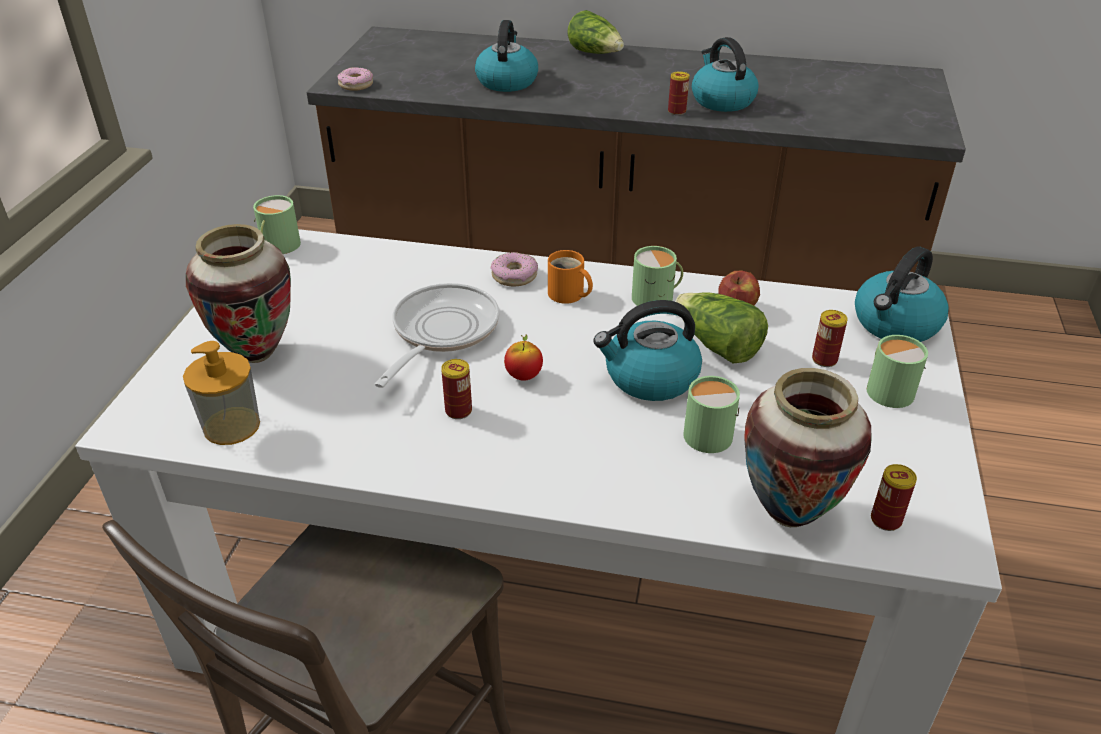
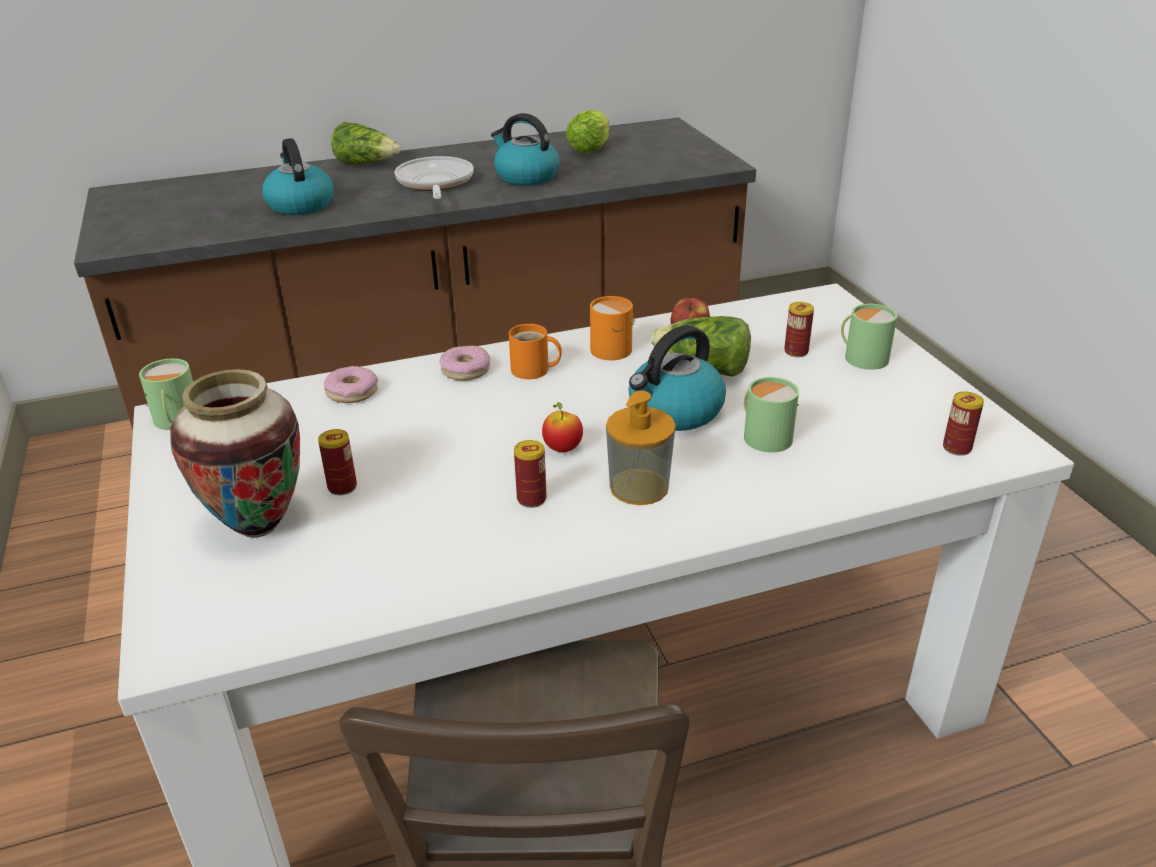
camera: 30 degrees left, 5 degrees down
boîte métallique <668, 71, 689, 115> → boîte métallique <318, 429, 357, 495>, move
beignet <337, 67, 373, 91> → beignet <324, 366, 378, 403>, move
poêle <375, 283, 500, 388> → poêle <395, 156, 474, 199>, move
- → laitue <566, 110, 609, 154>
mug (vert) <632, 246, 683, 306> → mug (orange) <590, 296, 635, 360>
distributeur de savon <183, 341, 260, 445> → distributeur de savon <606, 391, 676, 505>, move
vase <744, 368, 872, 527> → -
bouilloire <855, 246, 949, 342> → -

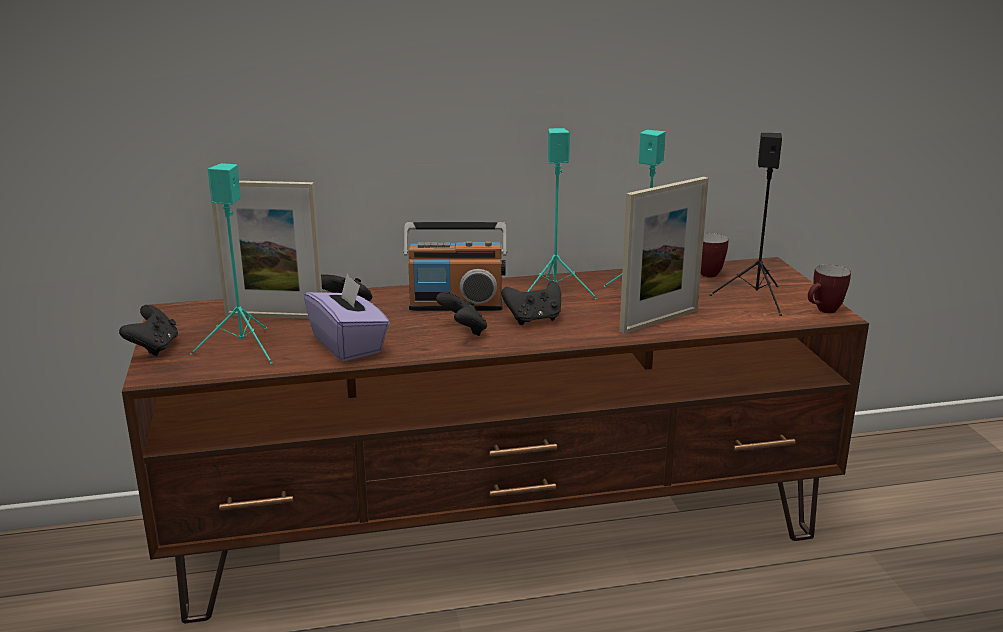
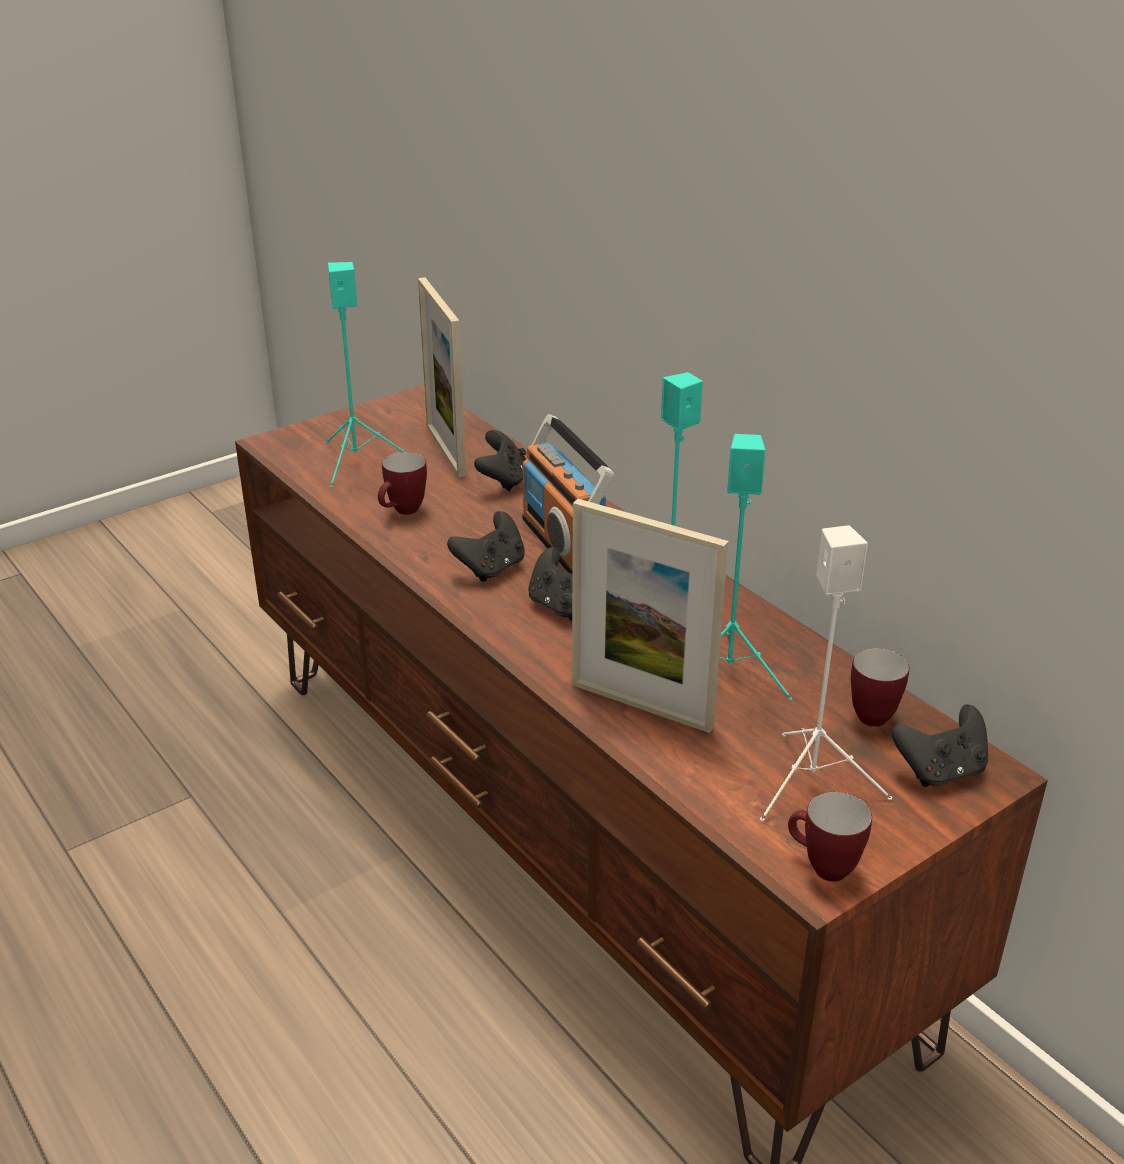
camera: 65 degrees right, 10 degrees up
boîte à mouchoirs (violet) <304, 274, 390, 361> → mug <378, 452, 427, 515>
enceinte (noir) <709, 133, 782, 316> → enceinte (blanc) <760, 525, 892, 822>
manette (noir) <119, 305, 178, 356> → manette (noir) <892, 704, 988, 787>, move

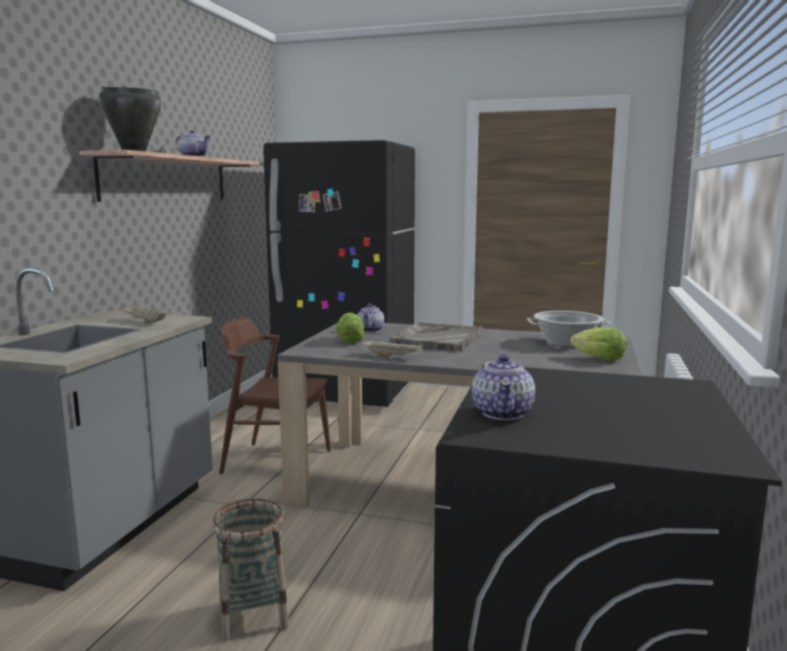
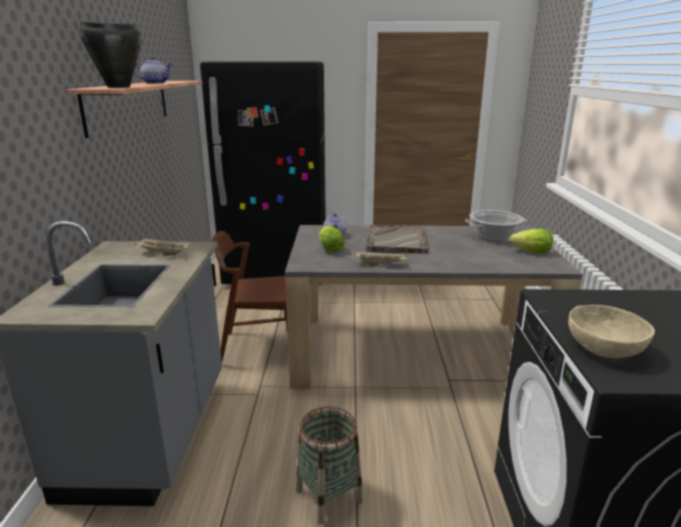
camera: 15 degrees left, 10 degrees up
théière <472, 354, 535, 420> → bol (beige) <568, 305, 655, 358>

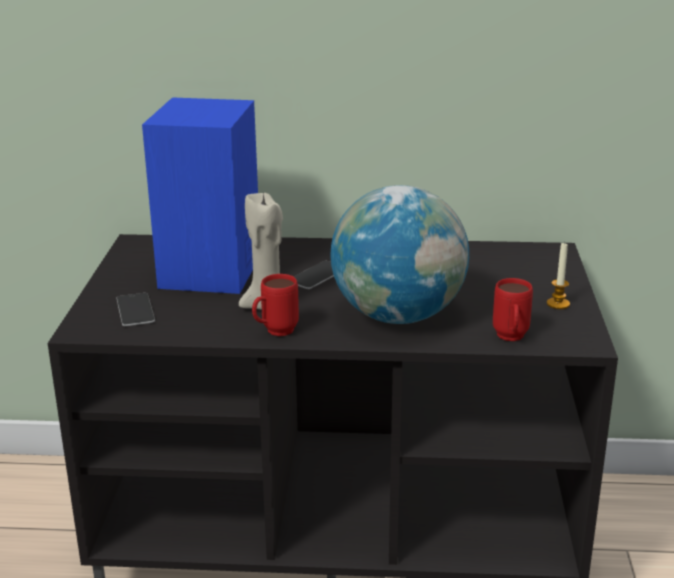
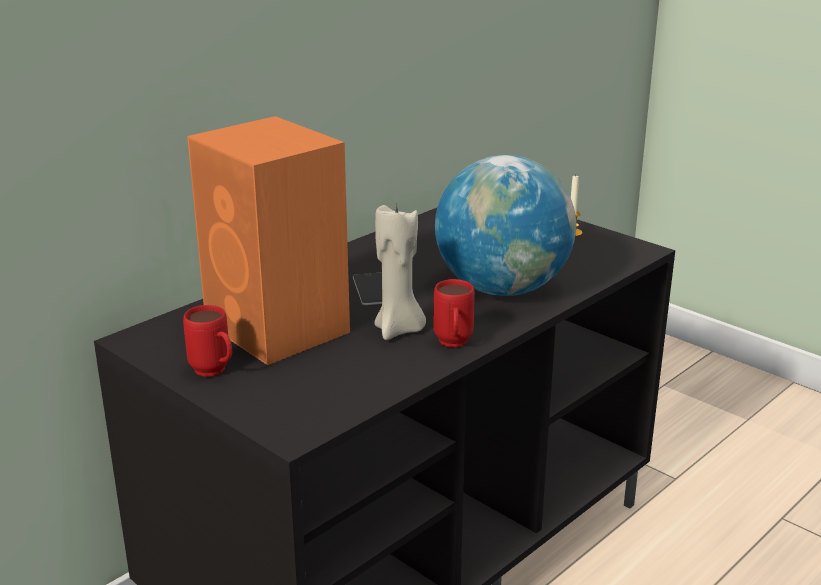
camera: 50 degrees left, 0 degrees up
mug (rouge) <493, 278, 533, 341> → mug (rouge) <183, 305, 232, 377>, move
enceinte (bleu) <142, 97, 258, 294> → enceinte (orange) <187, 116, 350, 365>
téléphone <116, 293, 155, 326> → -

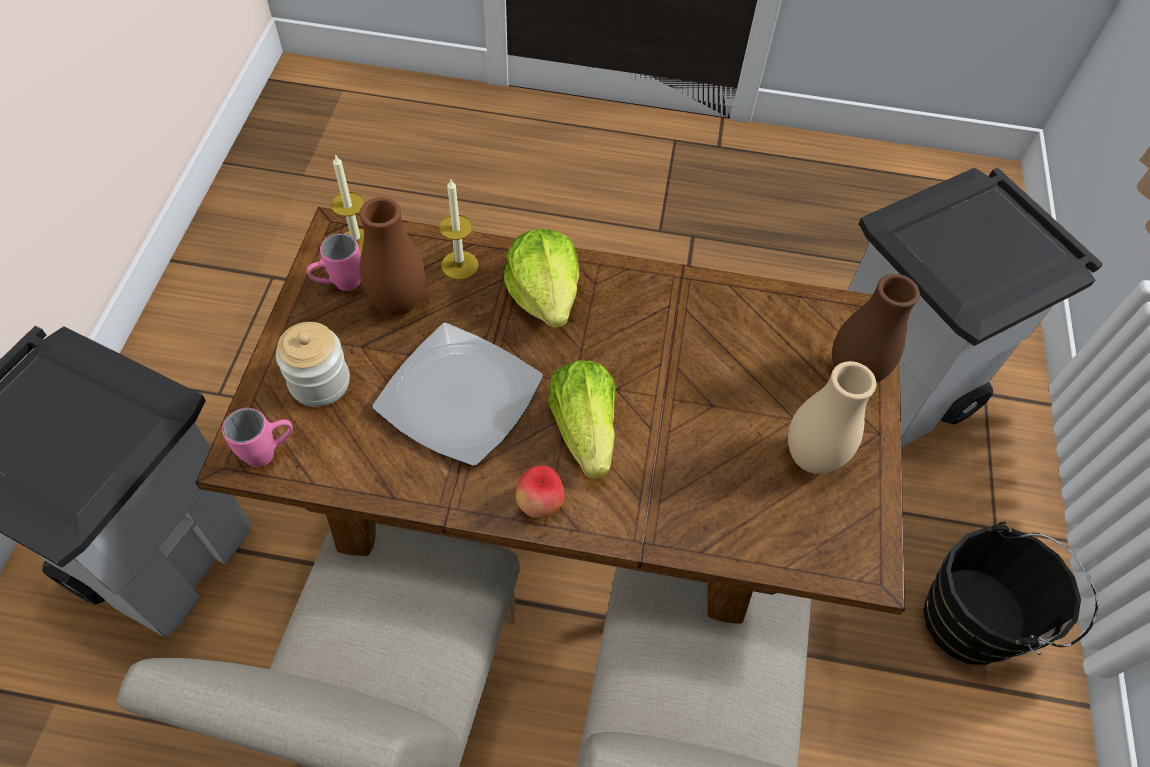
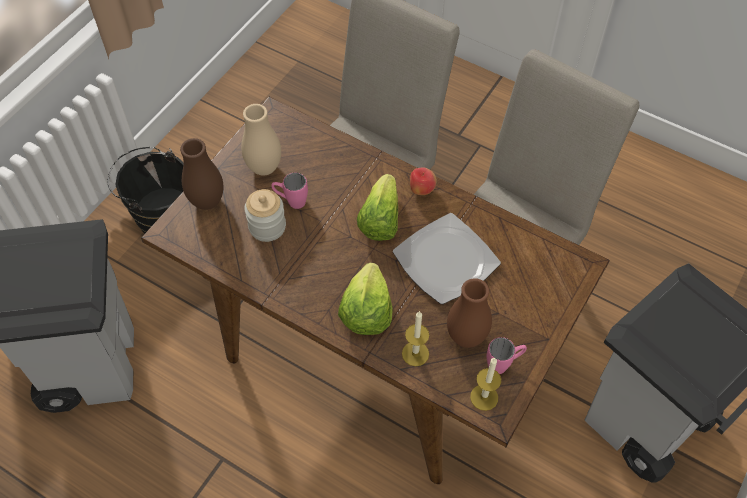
camera: 155 degrees left, 0 degrees up
bocal <276, 322, 350, 407> → bocal <244, 189, 286, 242>, move
mug (rose) <222, 408, 293, 467> → mug (rose) <271, 173, 308, 209>, move

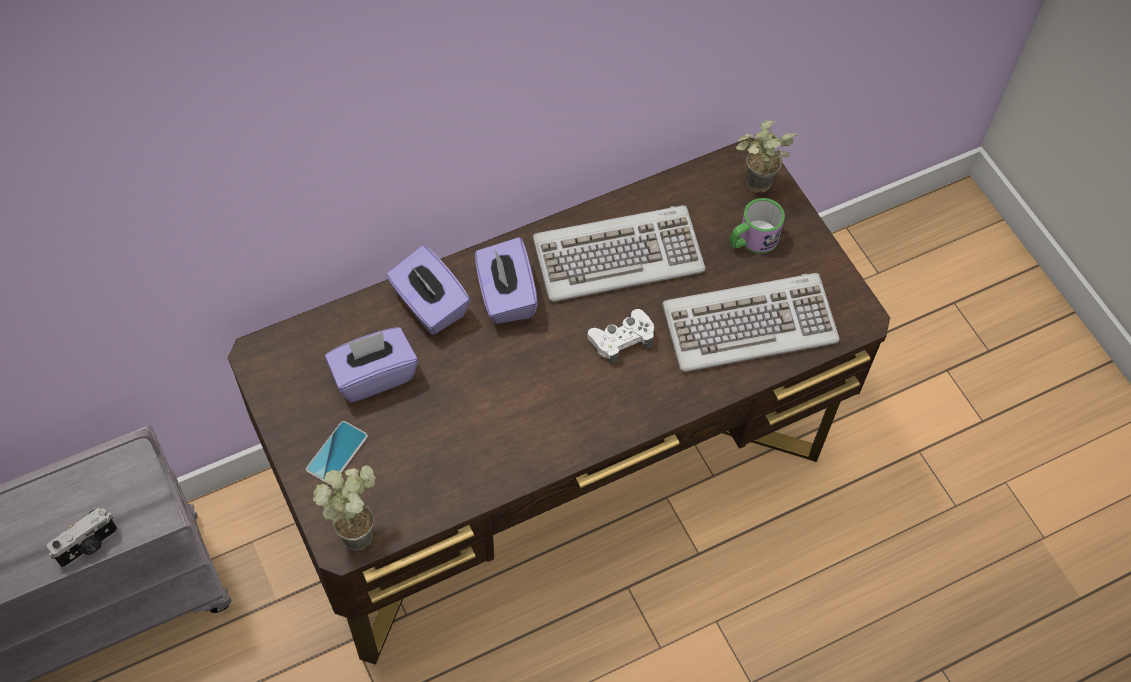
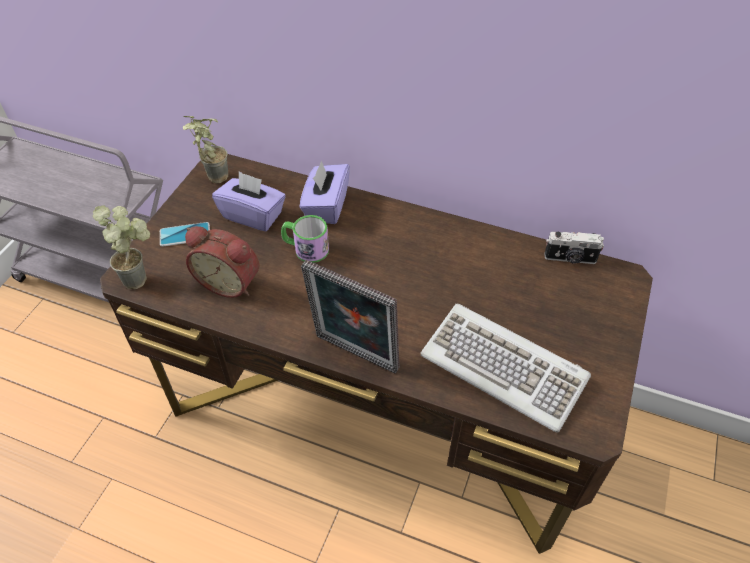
camera: 50 degrees right, 10 degrees down
plante en pot <736, 120, 799, 193> → plante en pot <183, 116, 228, 183>, move
- → réveil <185, 226, 259, 298>
mug <729, 198, 785, 254> → mug <281, 215, 329, 263>, move
- → cadre photo <301, 260, 400, 374>
appareil photo <47, 508, 117, 568> → appareil photo <545, 231, 604, 264>, move
boîte à mouchoirs (violet) <475, 237, 538, 324> → -
clavier <533, 205, 706, 302> → -
manette (blanc) <588, 309, 654, 365> → -

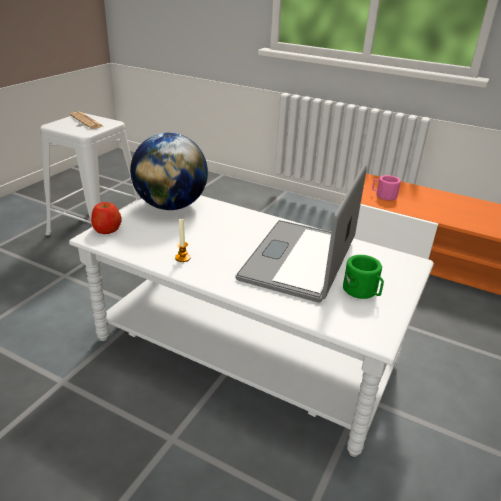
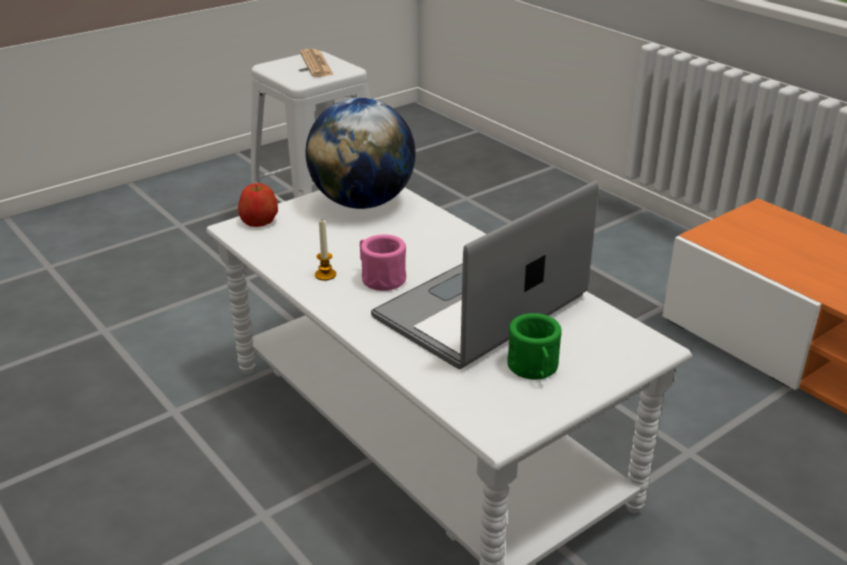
camera: 25 degrees right, 0 degrees up
mug (rose) <372, 175, 401, 200> → mug (rose) <360, 234, 406, 291>, move

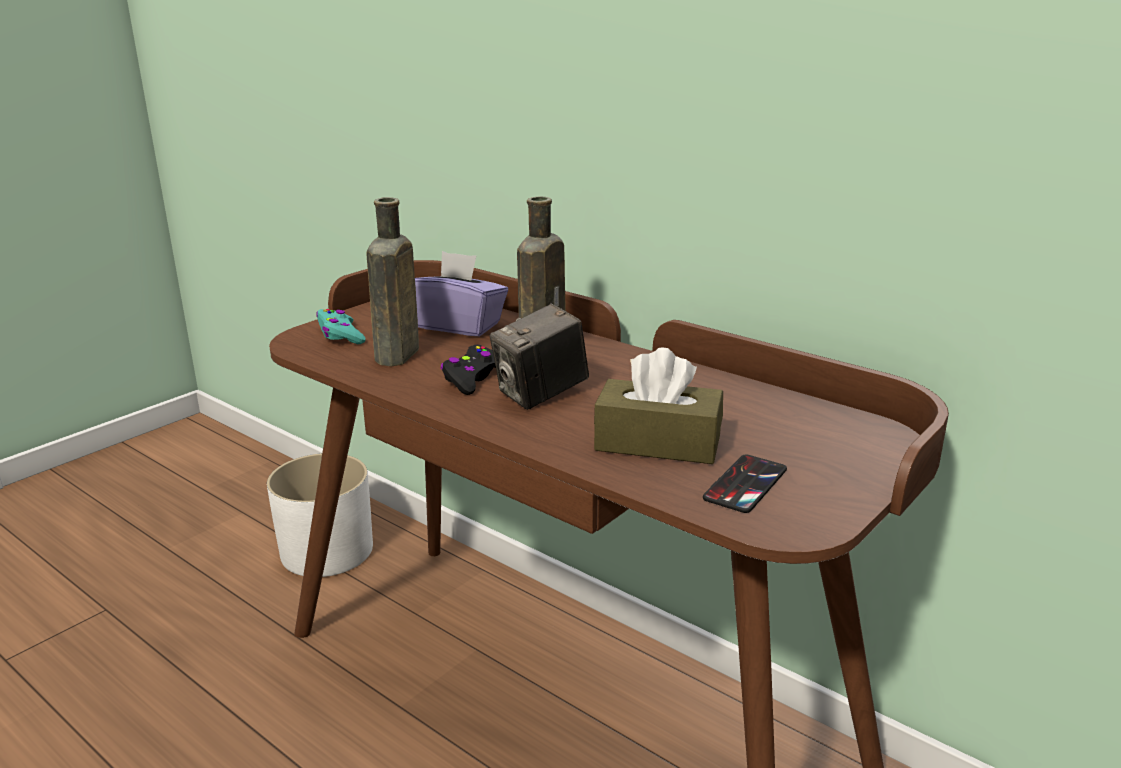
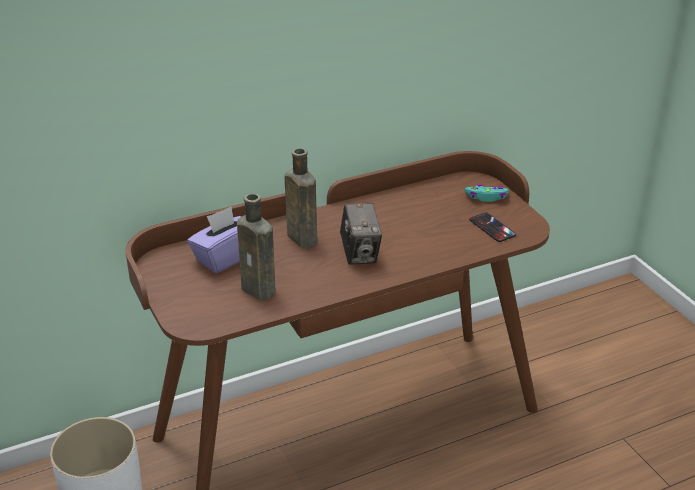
camera: 65 degrees left, 10 degrees up
manette (turquoise) <316, 309, 366, 344> → manette (turquoise) <464, 184, 509, 202>, move
manette (noir) <440, 345, 496, 395> → -
boîte à mouchoirs (marron) <594, 347, 723, 464> → -

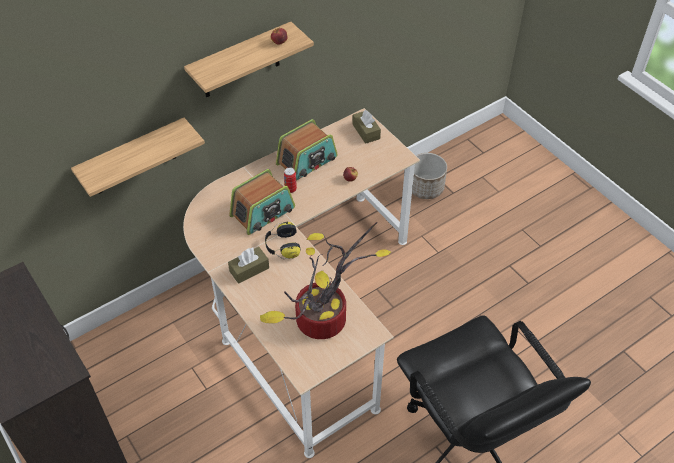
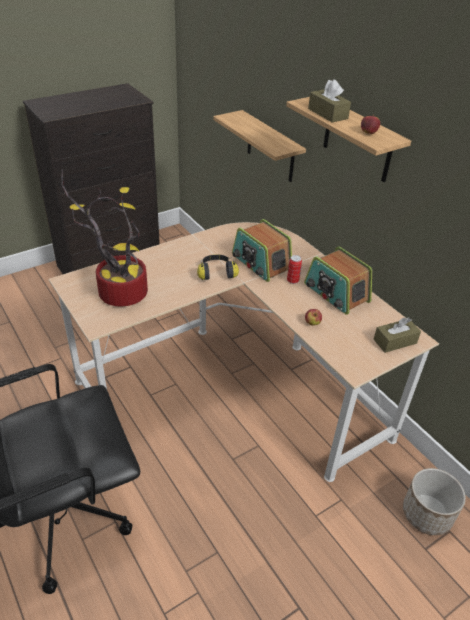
camera: 90 degrees right, 10 degrees down
boîte à mouchoirs (marron) <228, 247, 269, 284> → boîte à mouchoirs (marron) <308, 79, 351, 122>, move

